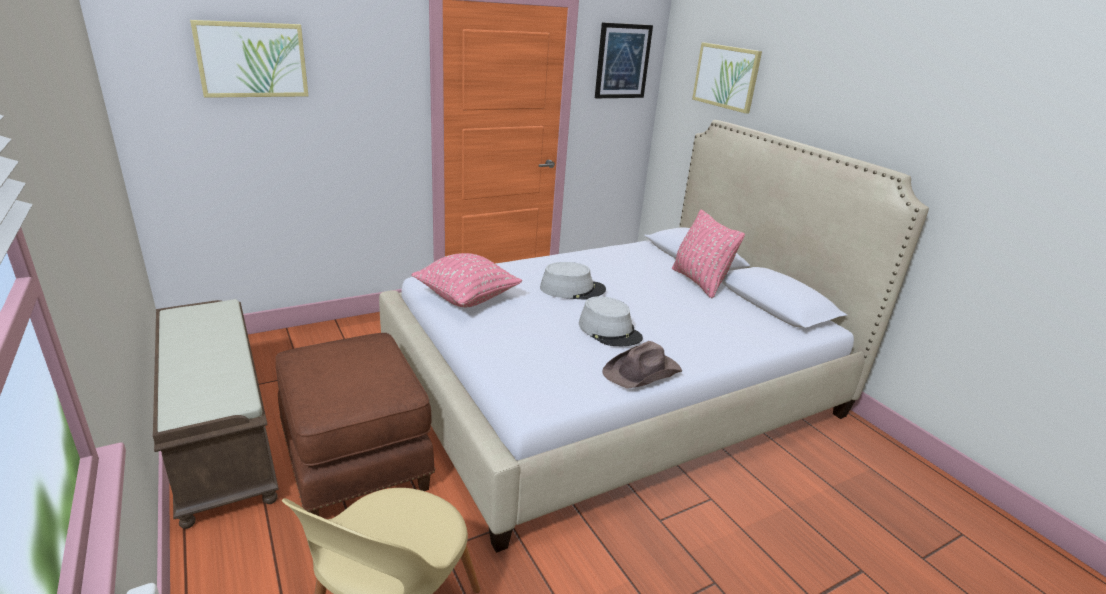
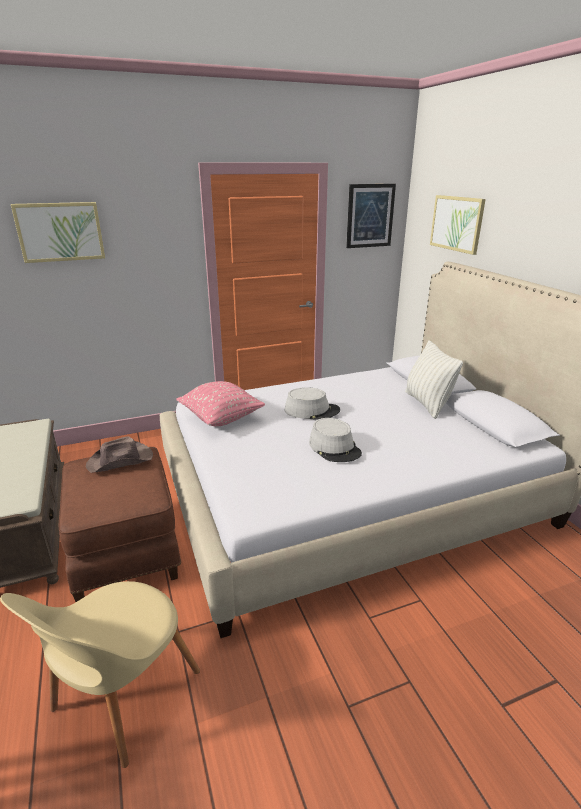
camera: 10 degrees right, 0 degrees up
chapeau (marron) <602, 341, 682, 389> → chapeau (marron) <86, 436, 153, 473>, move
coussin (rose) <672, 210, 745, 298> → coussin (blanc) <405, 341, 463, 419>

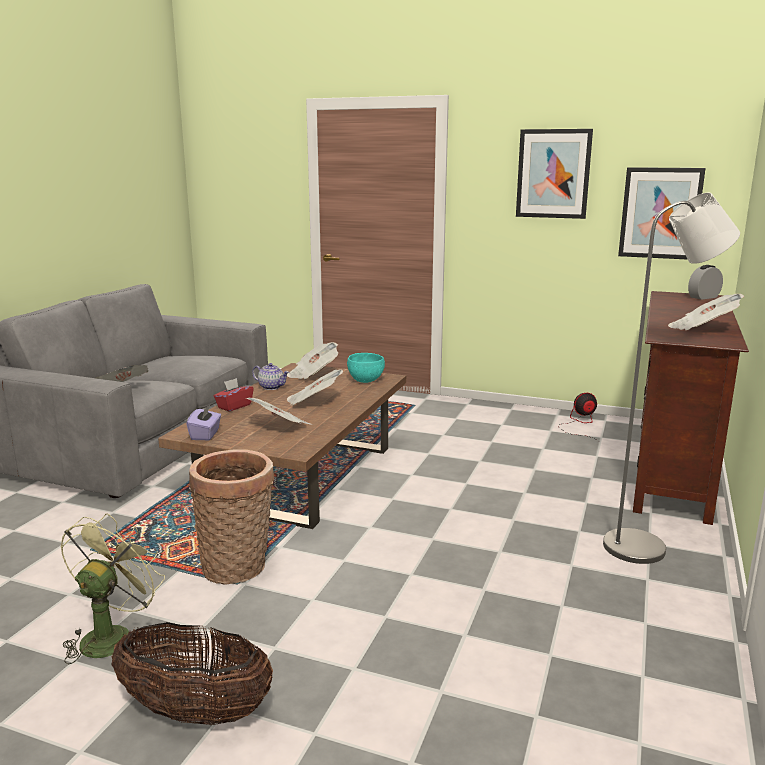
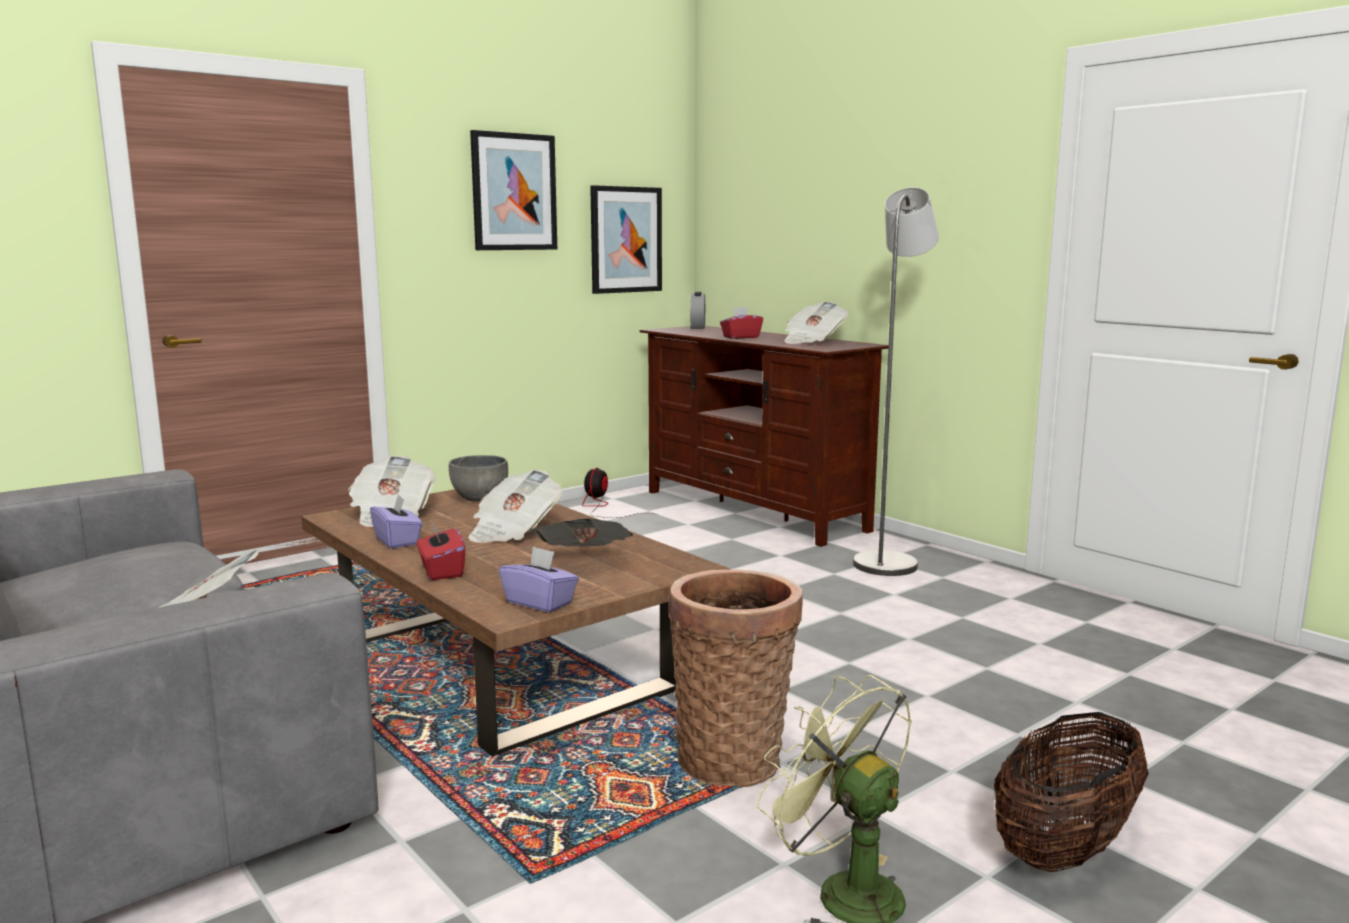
camera: 60 degrees left, 5 degrees down
théière <252, 363, 289, 390> → boîte à mouchoirs (violet) <370, 494, 423, 549>
bol (turquoise) <347, 353, 385, 383> → bol (gris) <449, 455, 508, 501>
- → boîte à mouchoirs (rouge) <720, 307, 763, 339>

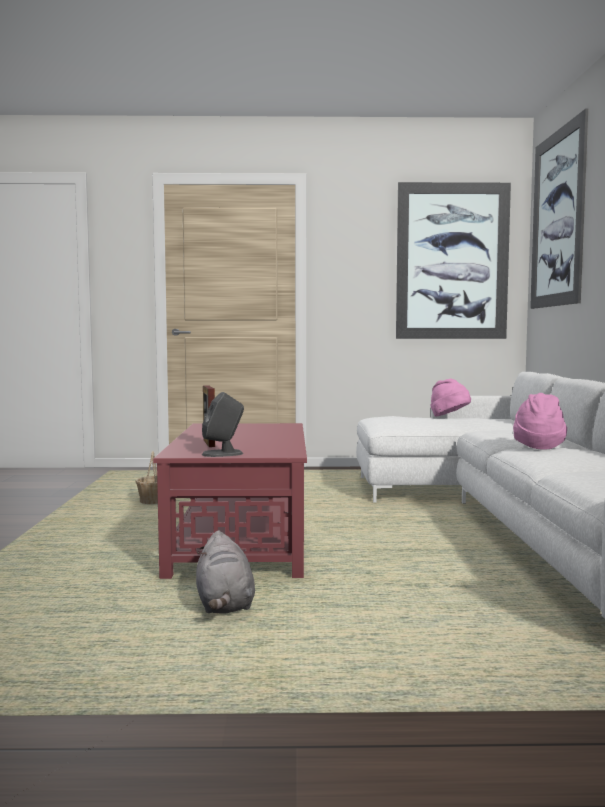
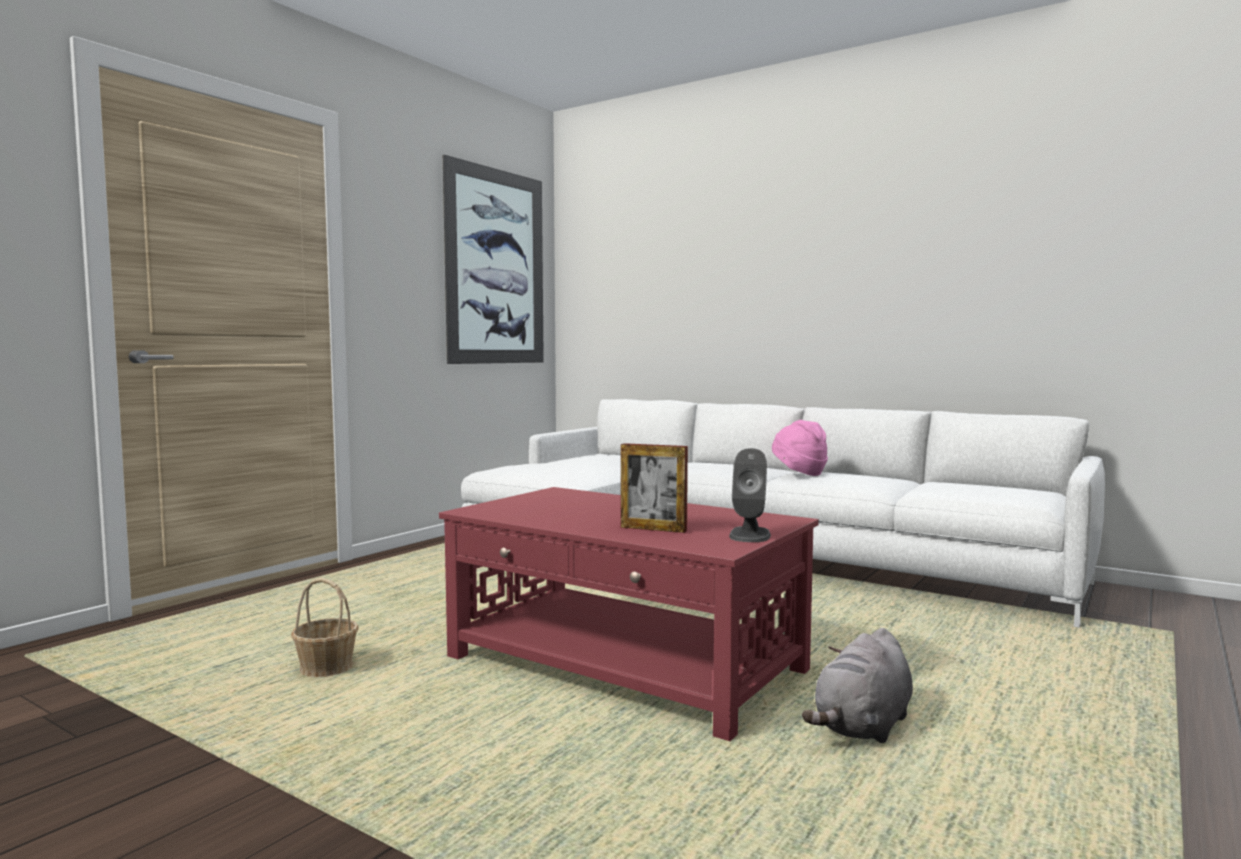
camera: 55 degrees left, 0 degrees up
peluche (gris) <196, 530, 255, 613> → peluche (gris) <802, 628, 913, 743>, 105 degrees clockwise
chapeau (rose) <431, 379, 471, 417> → -
tableau <530, 108, 588, 309> → -

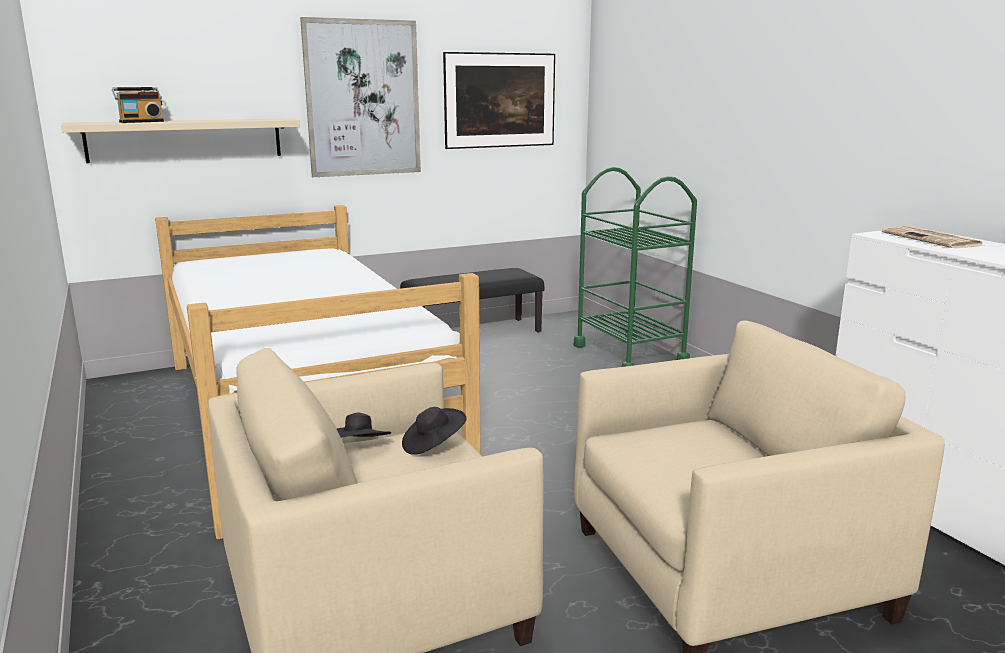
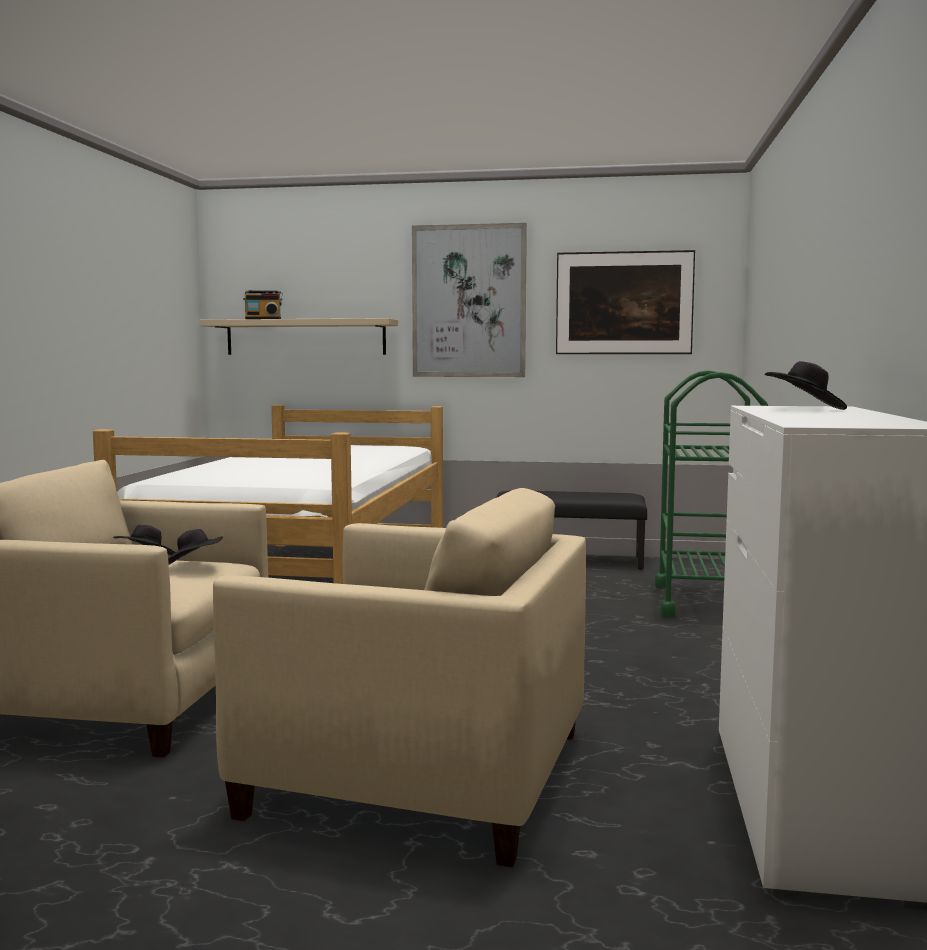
camera: 35 degrees right, 10 degrees down
journal <882, 226, 985, 248> → chapeau (noir) <764, 361, 847, 410>

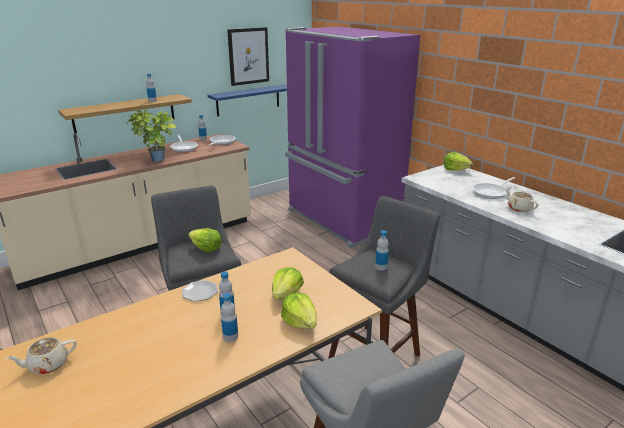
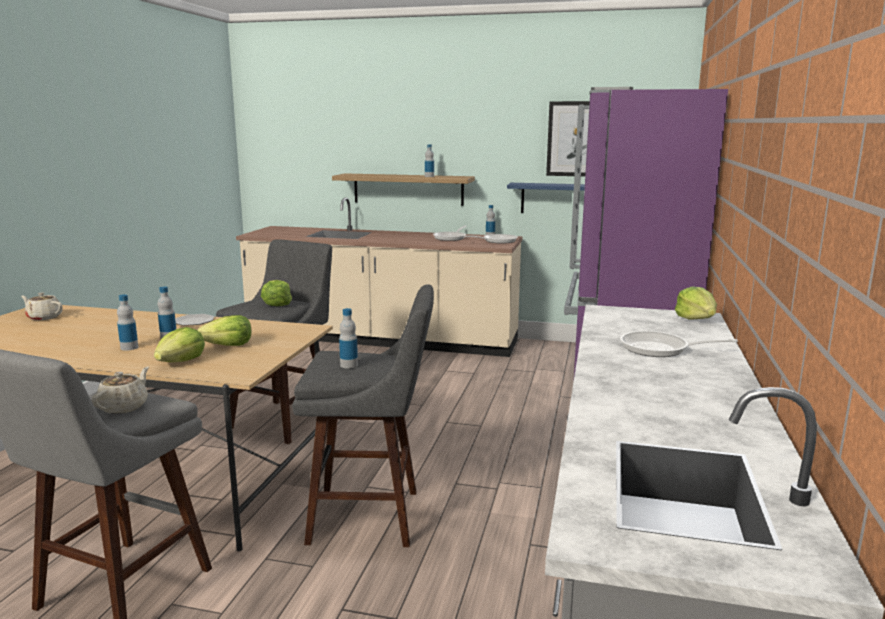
camera: 50 degrees right, 10 degrees down
théière (beige) <505, 188, 539, 212> → théière (beige) <92, 367, 149, 414>, move
plante en pot <127, 108, 176, 162> → -

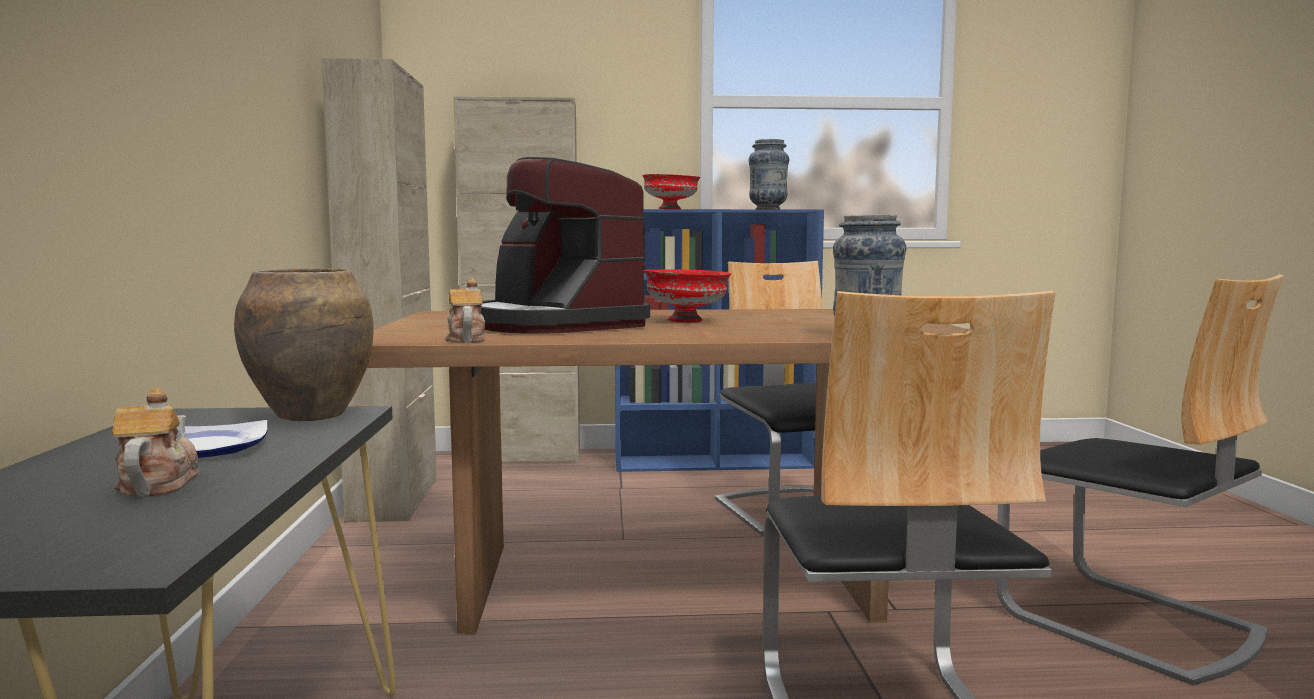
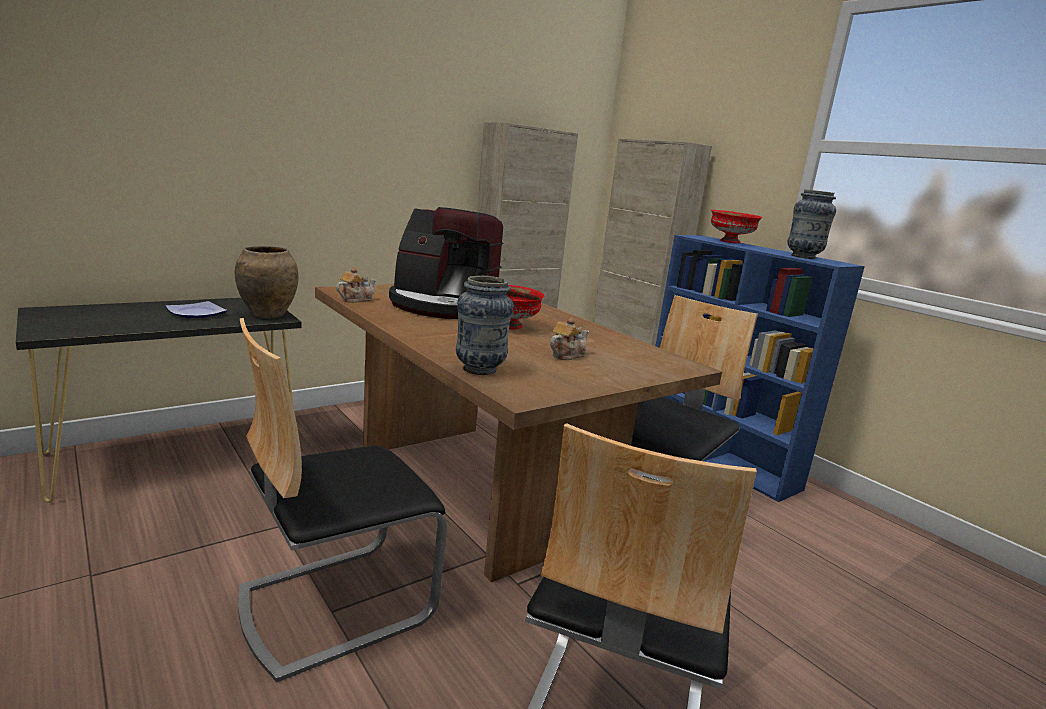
camera: 55 degrees right, 10 degrees up
machine à café <481, 157, 650, 334> → machine à café <389, 207, 503, 319>, 90 degrees counterclockwise
théière <112, 388, 199, 497> → théière <550, 317, 589, 360>, move

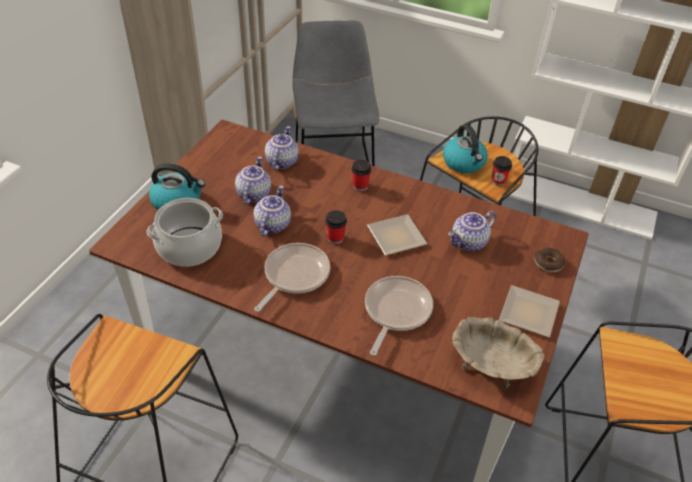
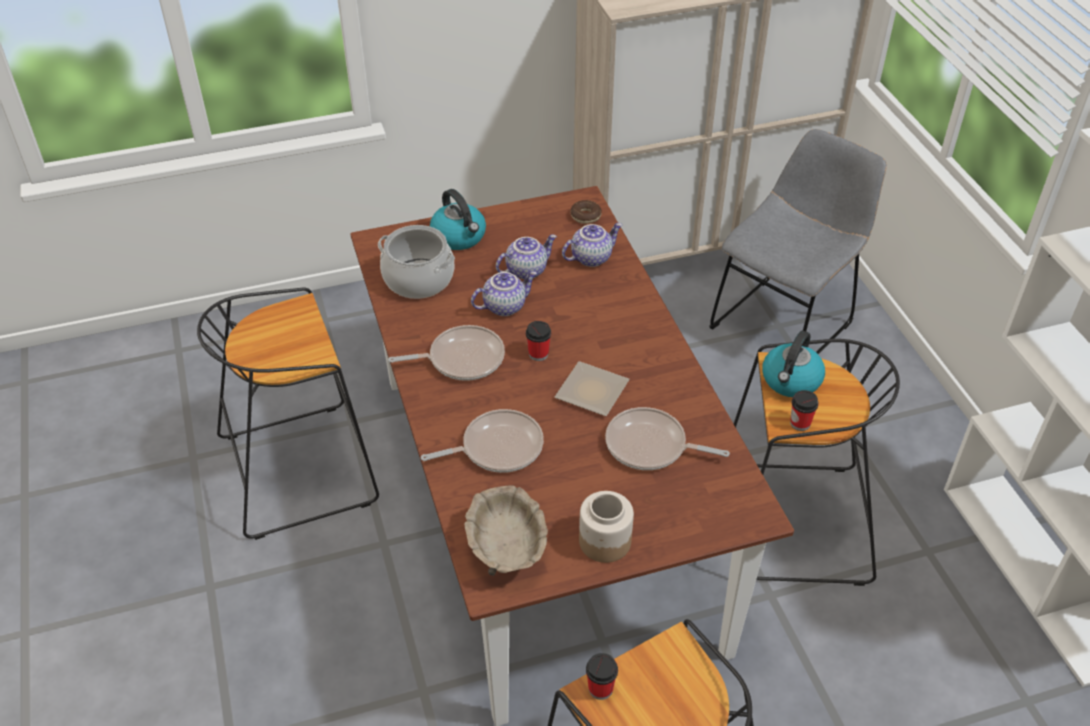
camera: 50 degrees right, 0 degrees up
beignet <534, 248, 565, 273> → beignet <570, 200, 602, 224>, move
assiette <499, 285, 560, 337> → bocal <579, 491, 634, 563>
tasse <351, 160, 371, 191> → tasse <586, 653, 618, 700>, move
théière <448, 211, 496, 251> → poêle <605, 407, 730, 470>

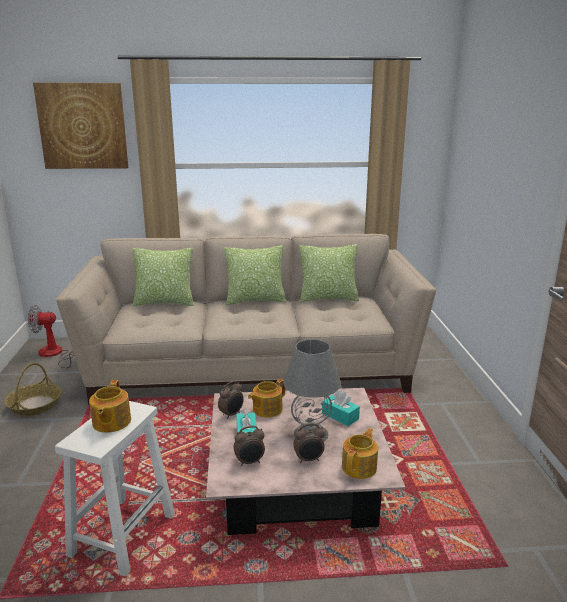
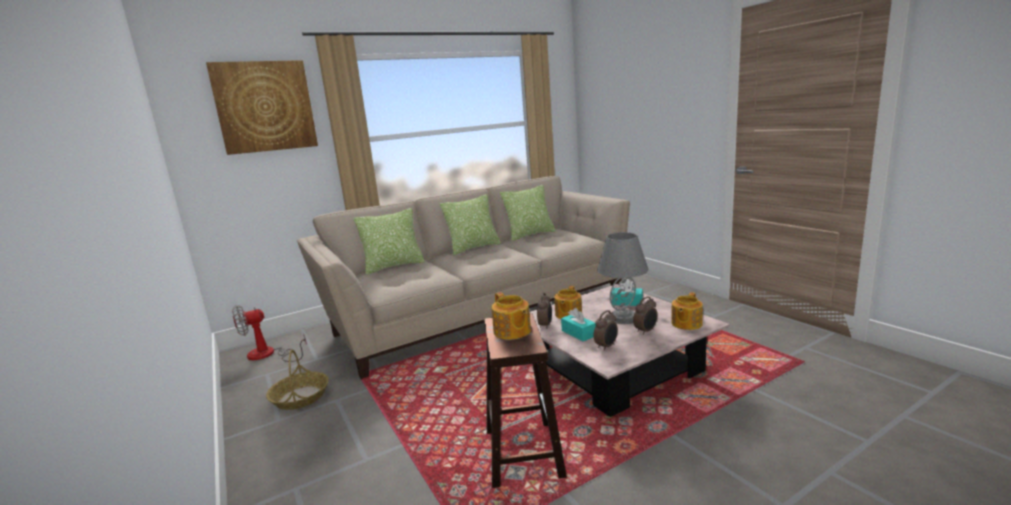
camera: 25 degrees left, 5 degrees down
tabouret (blanc) <55, 401, 175, 577> → tabouret (marron) <484, 313, 567, 488>
théière <342, 428, 378, 479> → théière <671, 292, 703, 330>, 150 degrees counterclockwise

